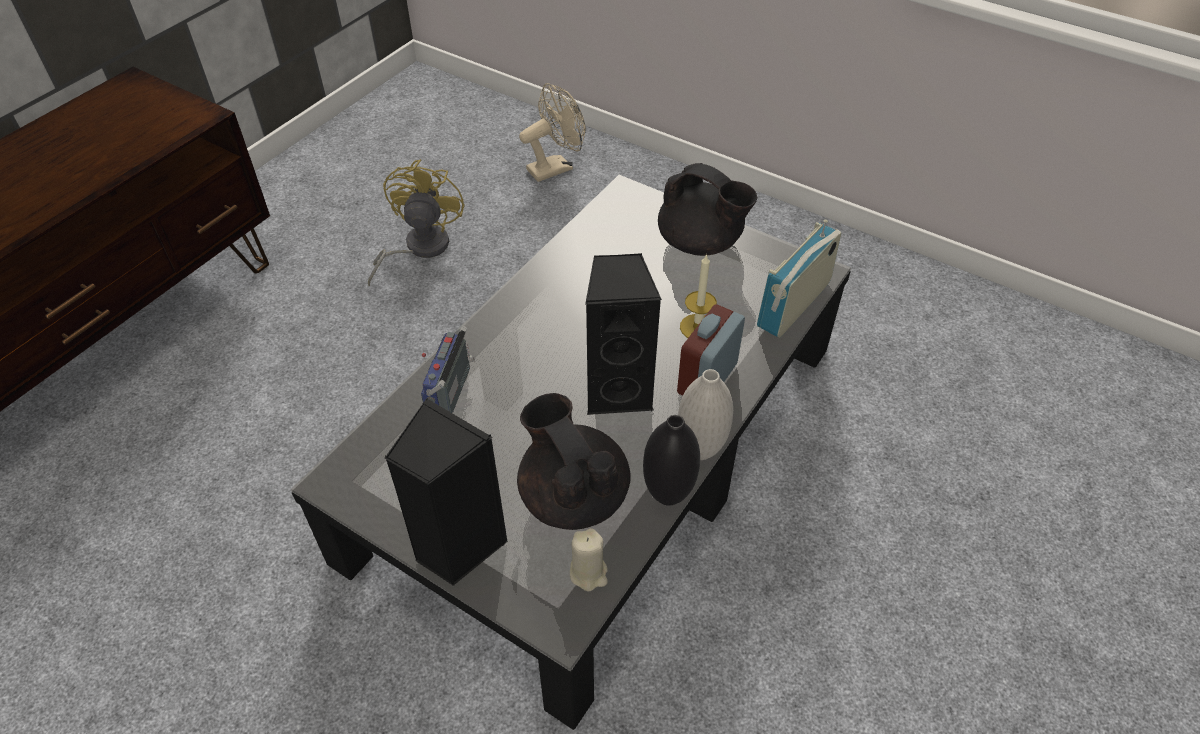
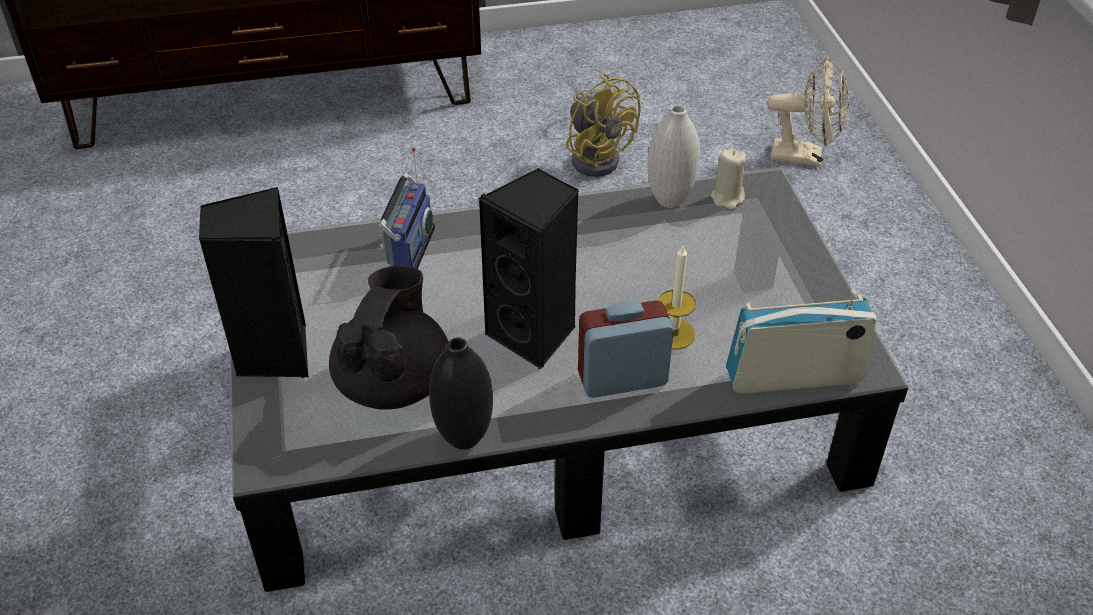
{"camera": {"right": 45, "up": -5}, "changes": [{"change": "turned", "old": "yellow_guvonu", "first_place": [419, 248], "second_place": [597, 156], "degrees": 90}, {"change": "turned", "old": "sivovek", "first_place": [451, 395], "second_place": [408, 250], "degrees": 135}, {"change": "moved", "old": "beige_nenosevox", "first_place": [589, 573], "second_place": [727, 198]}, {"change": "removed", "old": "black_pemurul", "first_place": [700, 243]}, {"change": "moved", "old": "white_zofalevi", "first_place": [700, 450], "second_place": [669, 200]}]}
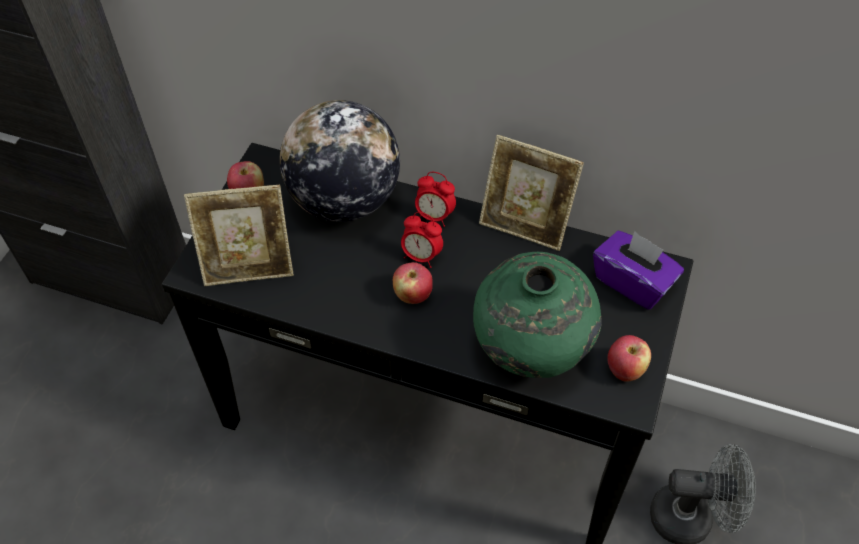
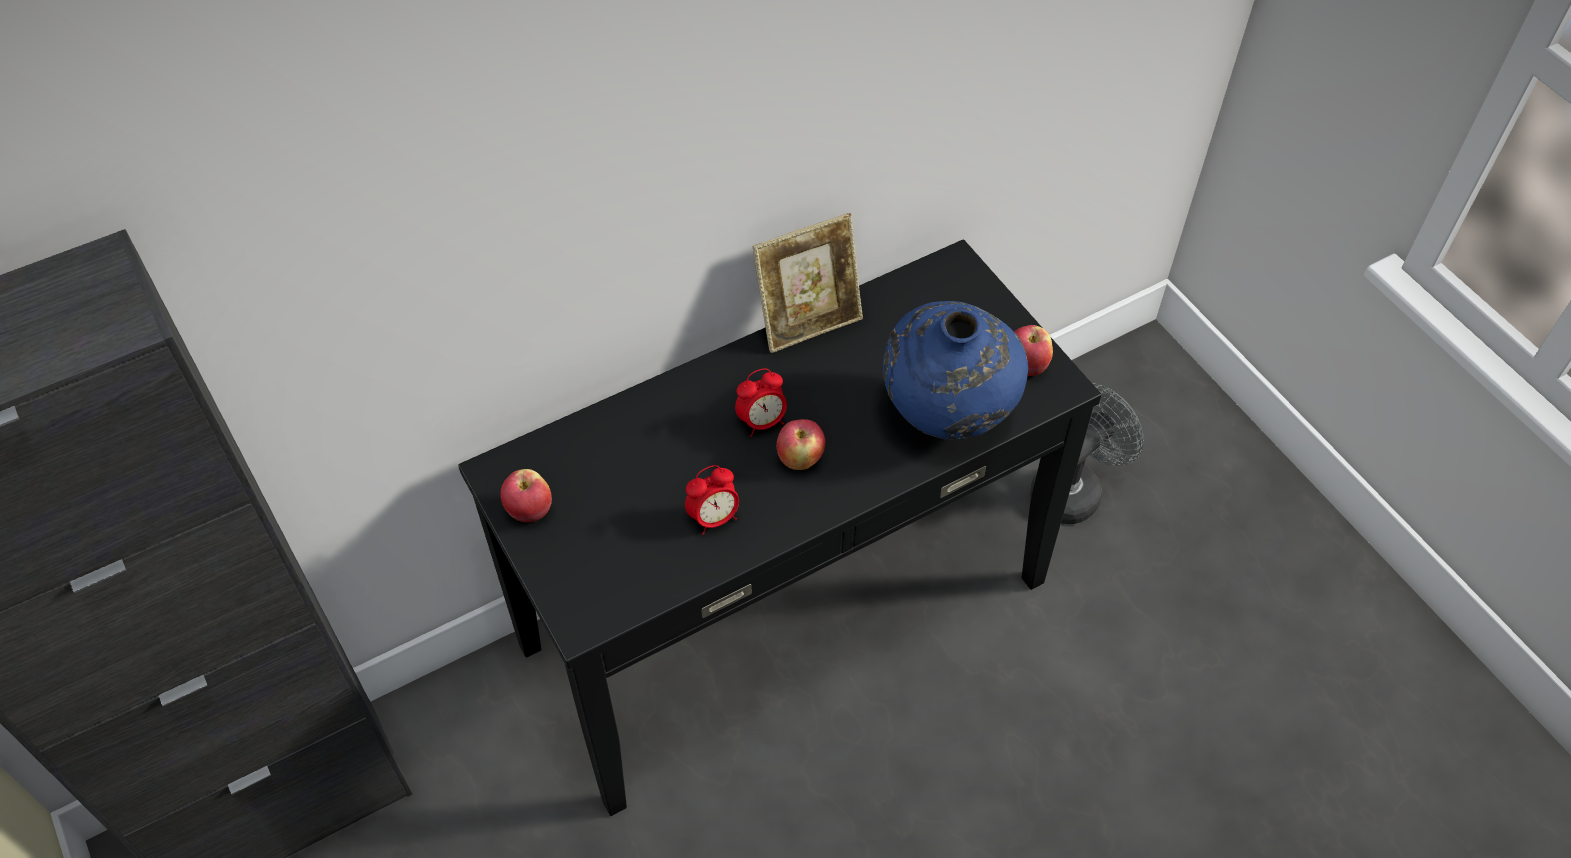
{"camera": {"right": -50, "up": 0}, "changes": [{"change": "removed", "old": "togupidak", "first_place": [249, 267]}, {"change": "removed", "old": "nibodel", "first_place": [344, 200]}, {"change": "moved", "old": "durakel", "first_place": [434, 216], "second_place": [714, 518]}, {"change": "recoloured", "old": "green_zofalevi", "new": "blue_zofalevi", "first_place": [531, 352], "second_place": [948, 416]}, {"change": "removed", "old": "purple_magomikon", "first_place": [633, 282]}]}
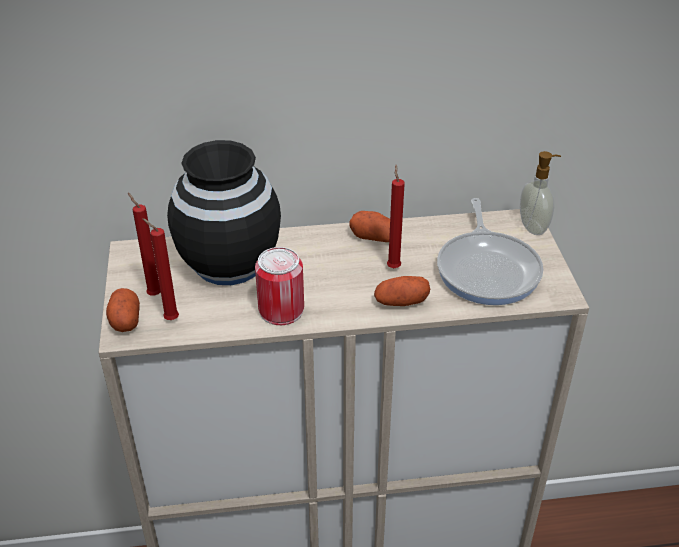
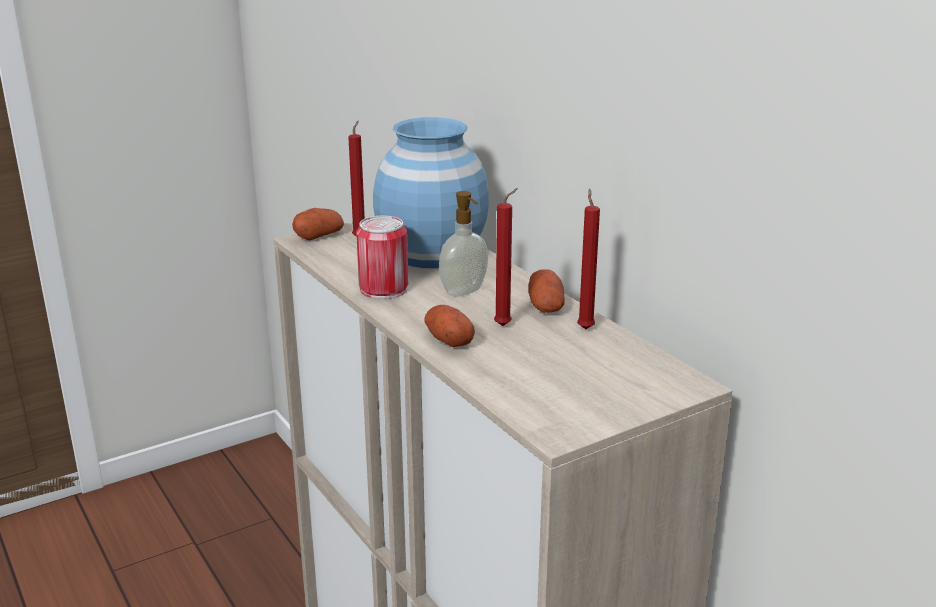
{"camera": {"right": 65, "up": -15}, "changes": [{"change": "moved", "old": "red_nenosevox", "first_place": [169, 319], "second_place": [585, 328]}, {"change": "recoloured", "old": "black_zofalevi", "new": "blue_zofalevi", "first_place": [229, 262], "second_place": [432, 254]}, {"change": "removed", "old": "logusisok", "first_place": [488, 269]}, {"change": "moved", "old": "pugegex", "first_place": [534, 227], "second_place": [464, 292]}]}
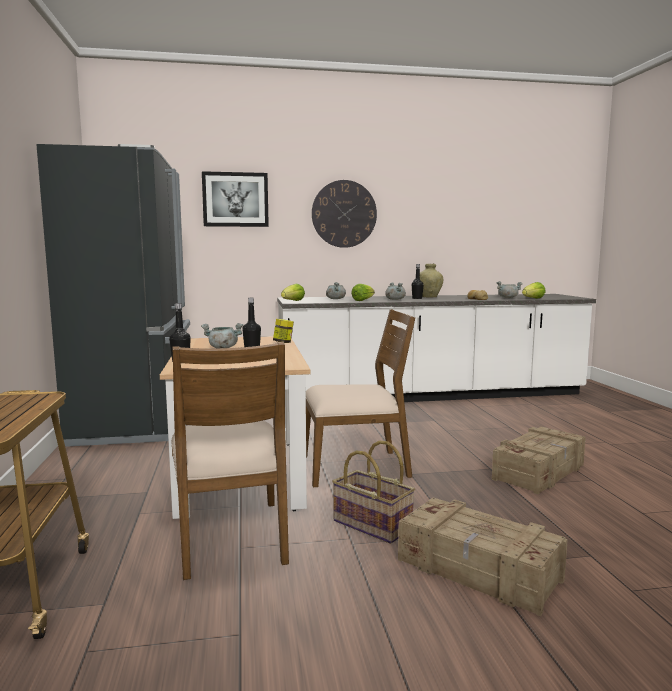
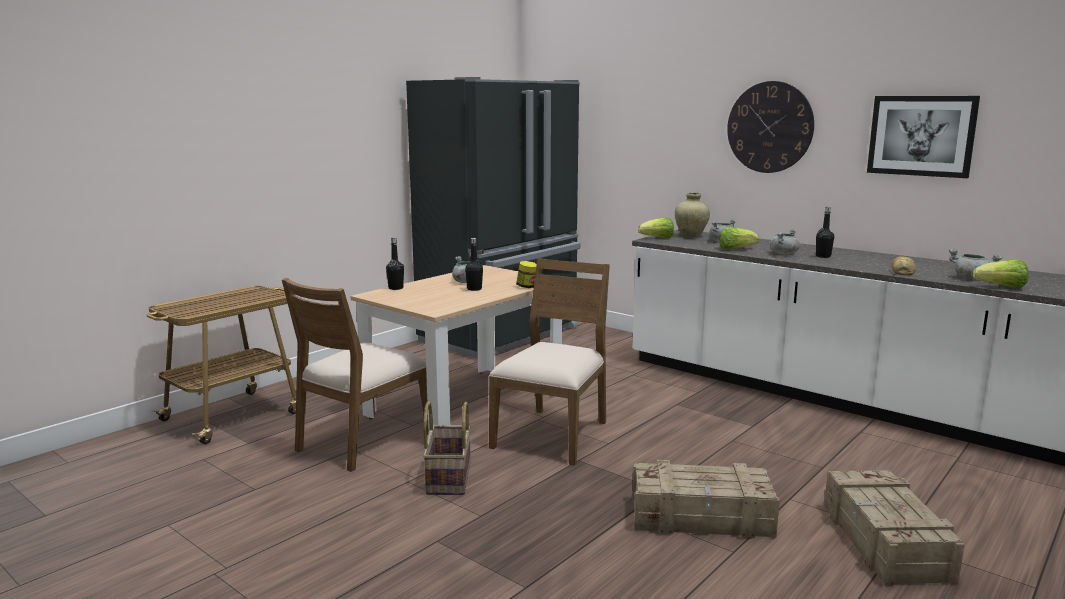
{"camera": {"right": 50, "up": 5}, "changes": [{"change": "moved", "old": "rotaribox", "first_place": [235, 199], "second_place": [921, 136]}, {"change": "turned", "old": "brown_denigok", "first_place": [355, 467], "second_place": [553, 434], "degrees": -105}, {"change": "moved", "old": "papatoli", "first_place": [479, 571], "second_place": [884, 543]}, {"change": "moved", "old": "beige_zofalevi", "first_place": [429, 297], "second_place": [690, 236]}]}
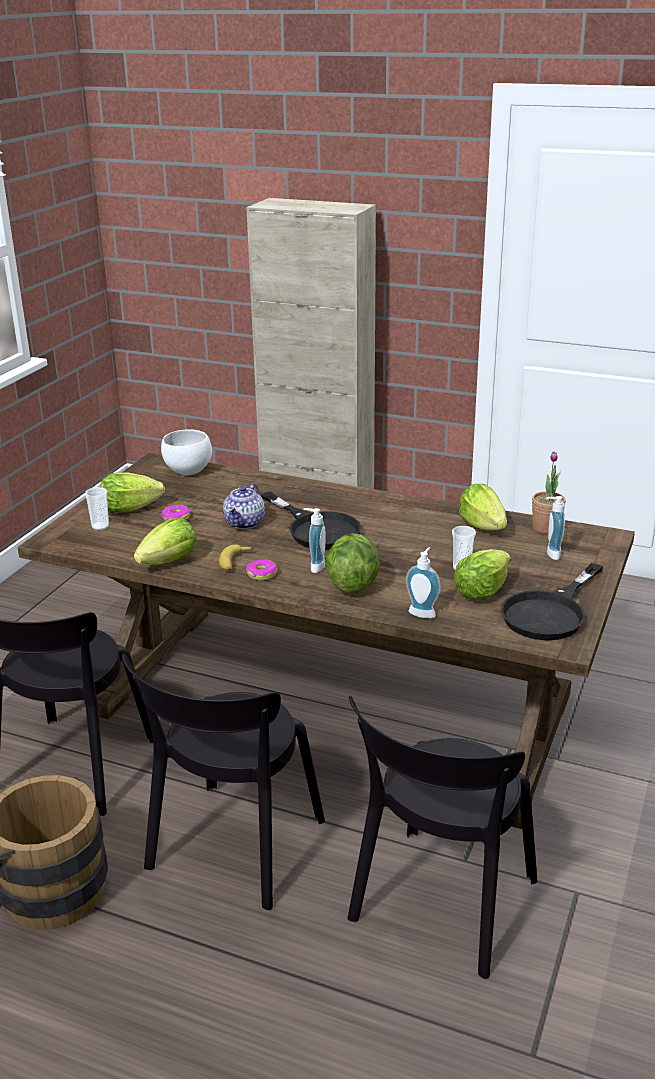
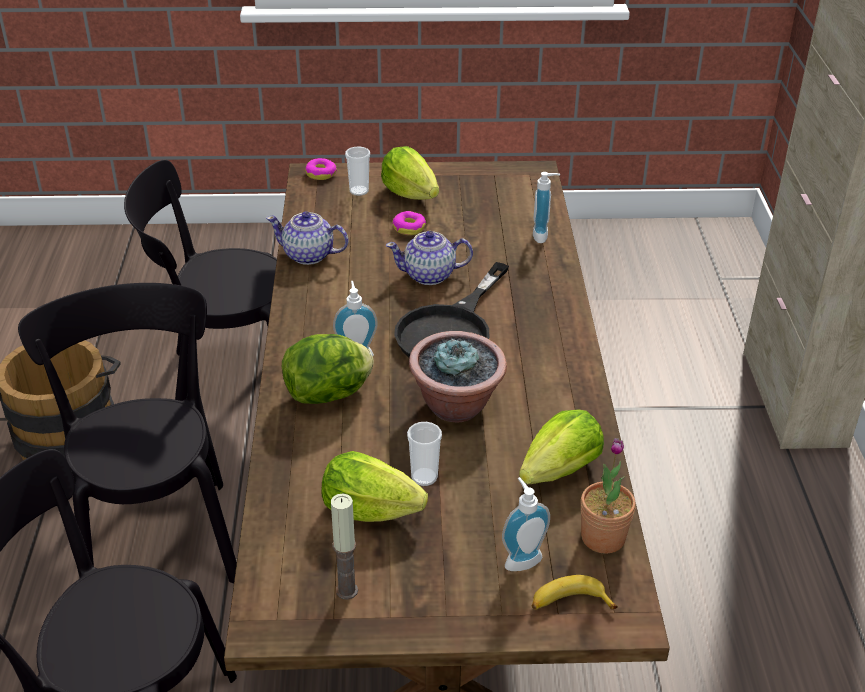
{"camera": {"right": 65, "up": 10}, "changes": [{"change": "turned", "old": "black_denigok", "first_place": [232, 849], "second_place": [157, 537], "degrees": 75}, {"change": "replaced", "old": "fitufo", "new": "pemurul", "first_place": [169, 562], "second_place": [309, 255]}, {"change": "removed", "old": "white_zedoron", "first_place": [188, 471]}, {"change": "moved", "old": "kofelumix", "first_place": [234, 562], "second_place": [569, 603]}, {"change": "moved", "old": "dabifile", "first_place": [262, 574], "second_place": [321, 174]}, {"change": "moved", "old": "pugegex", "first_place": [423, 612], "second_place": [543, 235]}, {"change": "replaced", "old": "black_logusisok", "new": "nenosevox", "first_place": [550, 612], "second_place": [347, 590]}, {"change": "added", "new": "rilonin", "second_place": [457, 406]}]}
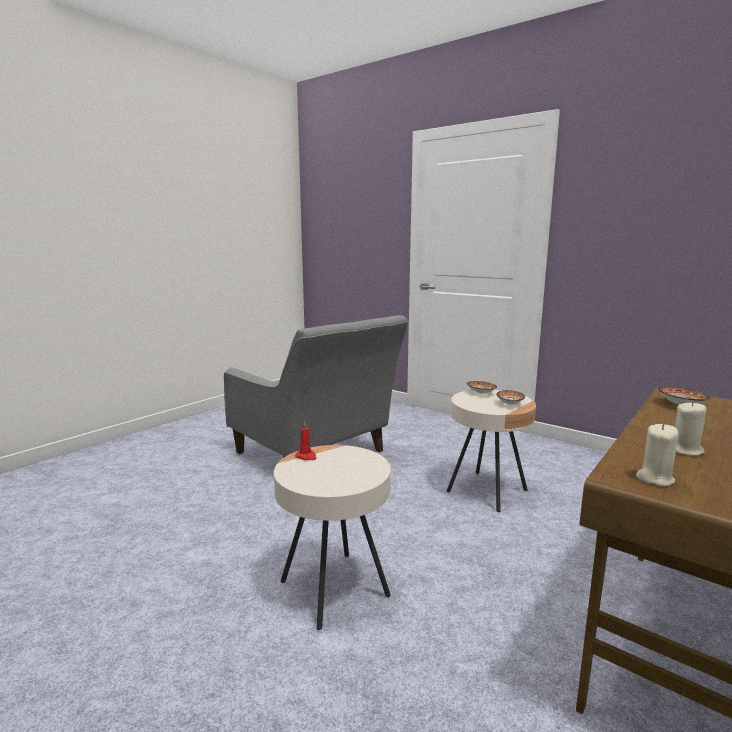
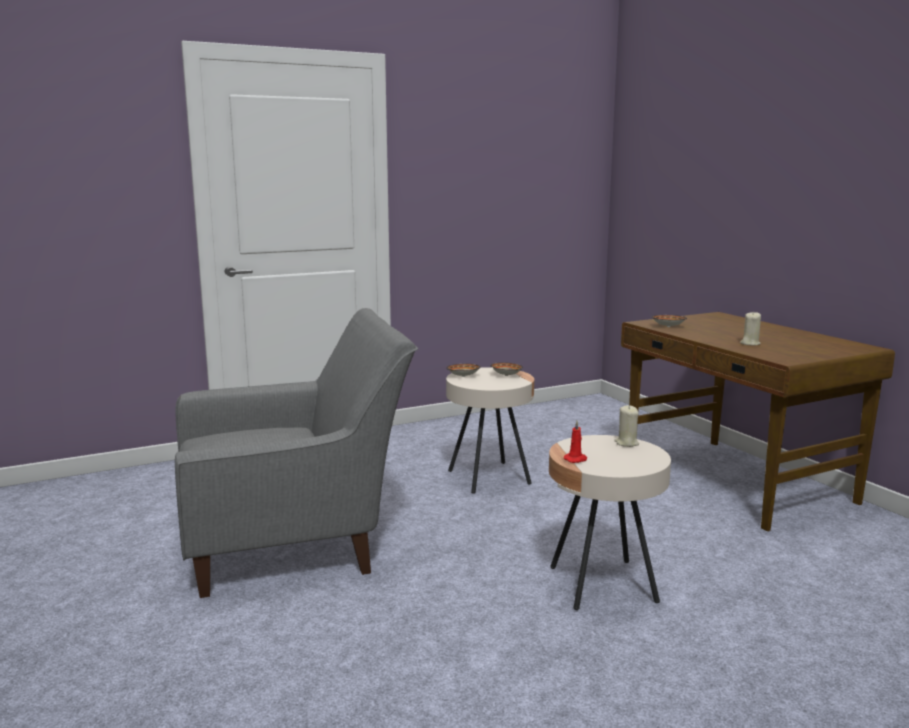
{"camera": {"right": -65, "up": 0}, "changes": [{"change": "moved", "old": "beige_nenosevox", "first_place": [654, 479], "second_place": [626, 443]}]}
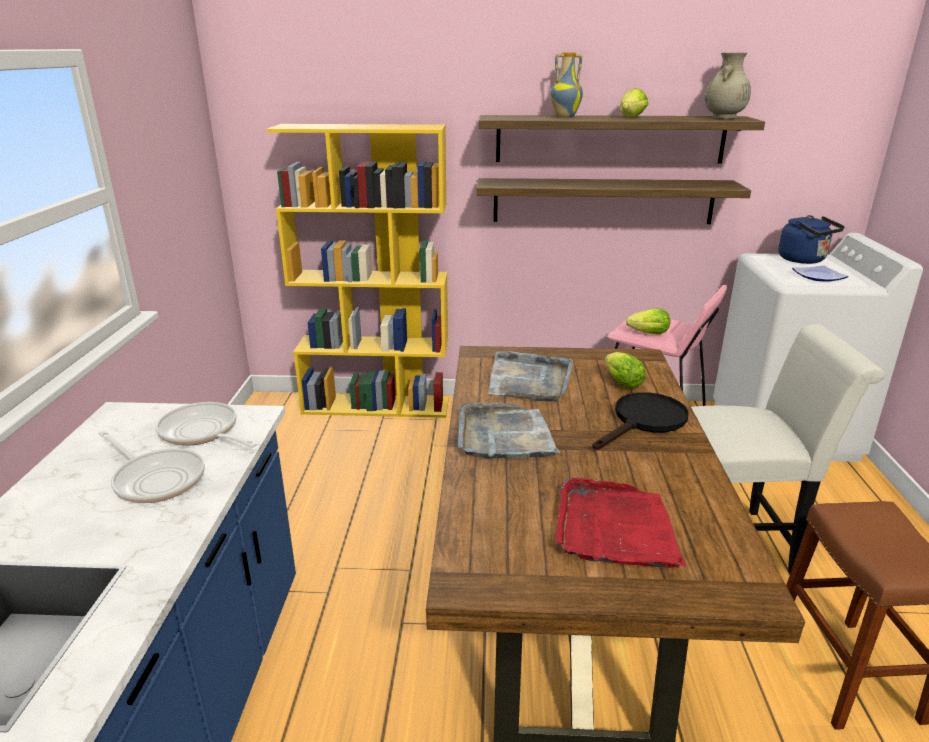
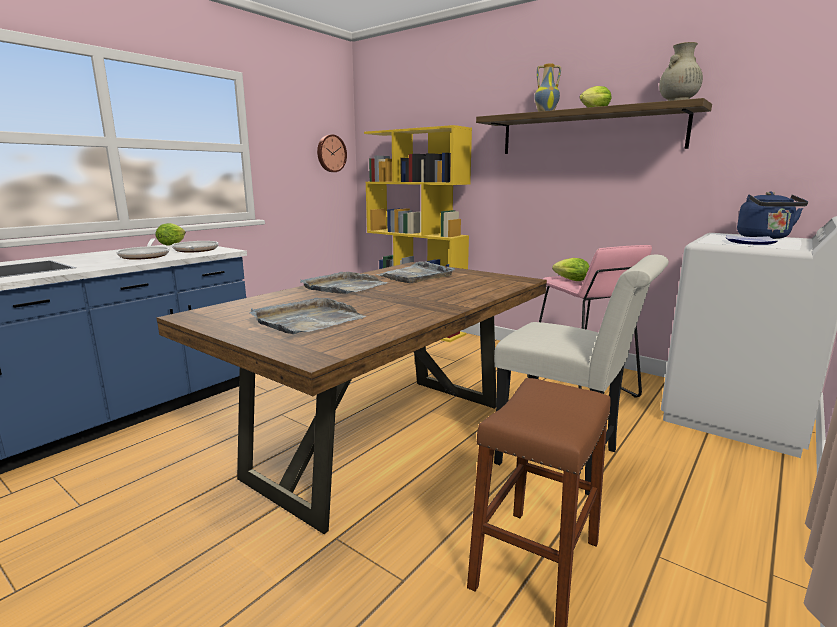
{"camera": {"right": 35, "up": -10}, "changes": [{"change": "removed", "old": "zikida", "first_place": [603, 201]}, {"change": "recoloured", "old": "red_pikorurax", "new": "grey_pikorurax", "first_place": [614, 528], "second_place": [307, 320]}, {"change": "removed", "old": "black_logusisok", "first_place": [644, 421]}, {"change": "moved", "old": "fitufo", "first_place": [620, 382], "second_place": [173, 244]}, {"change": "added", "new": "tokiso", "second_place": [330, 153]}]}
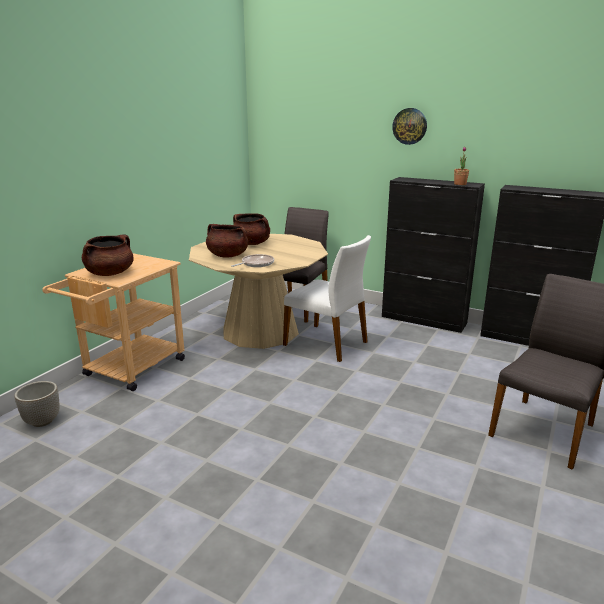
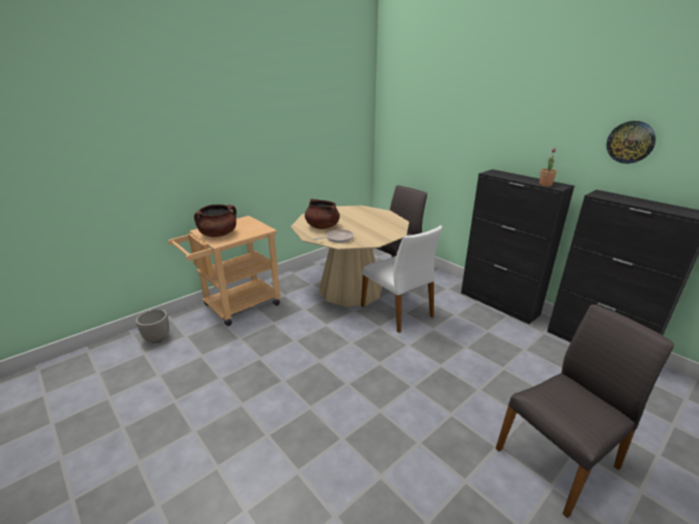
{"camera": {"right": 20, "up": 5}, "changes": [{"change": "removed", "old": "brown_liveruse", "first_place": [251, 243]}, {"change": "moved", "old": "tokiso", "first_place": [409, 126], "second_place": [630, 142]}]}
